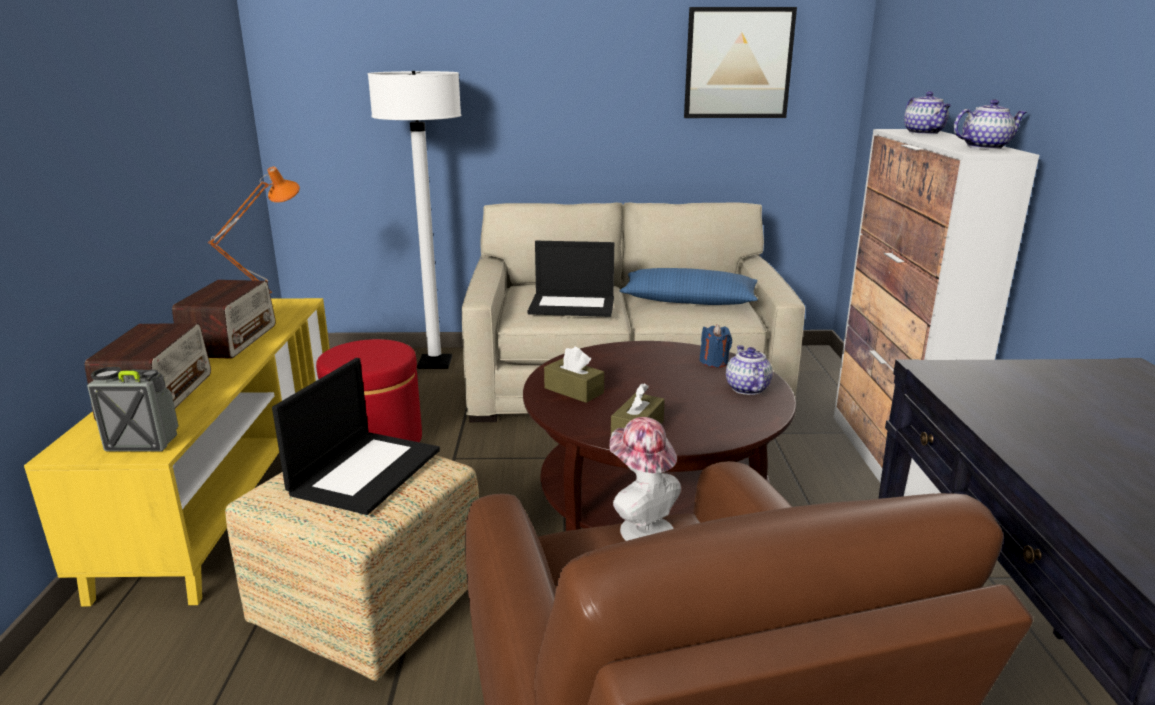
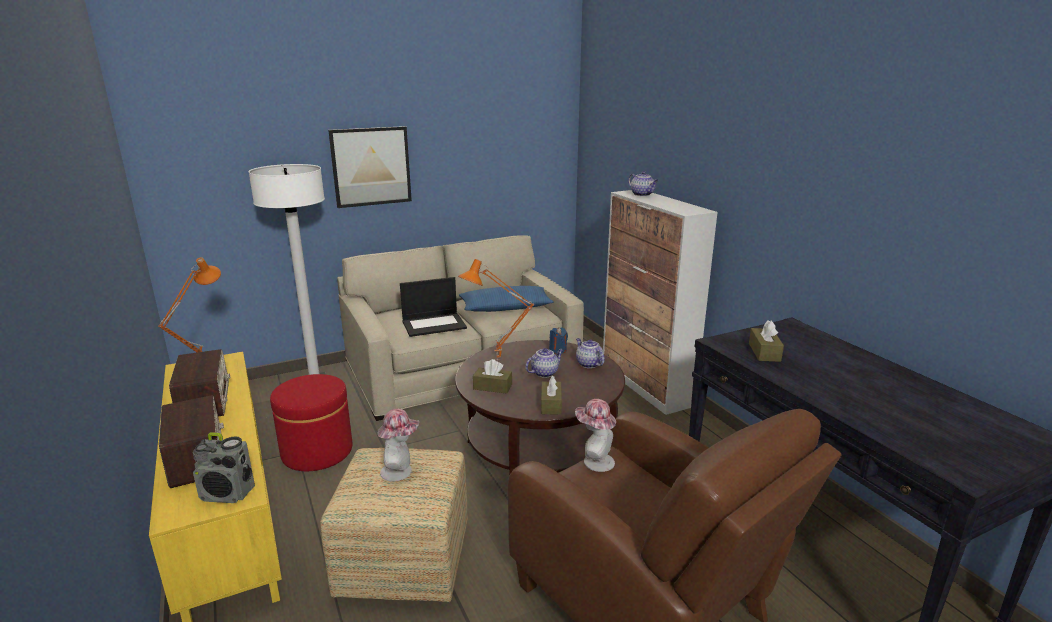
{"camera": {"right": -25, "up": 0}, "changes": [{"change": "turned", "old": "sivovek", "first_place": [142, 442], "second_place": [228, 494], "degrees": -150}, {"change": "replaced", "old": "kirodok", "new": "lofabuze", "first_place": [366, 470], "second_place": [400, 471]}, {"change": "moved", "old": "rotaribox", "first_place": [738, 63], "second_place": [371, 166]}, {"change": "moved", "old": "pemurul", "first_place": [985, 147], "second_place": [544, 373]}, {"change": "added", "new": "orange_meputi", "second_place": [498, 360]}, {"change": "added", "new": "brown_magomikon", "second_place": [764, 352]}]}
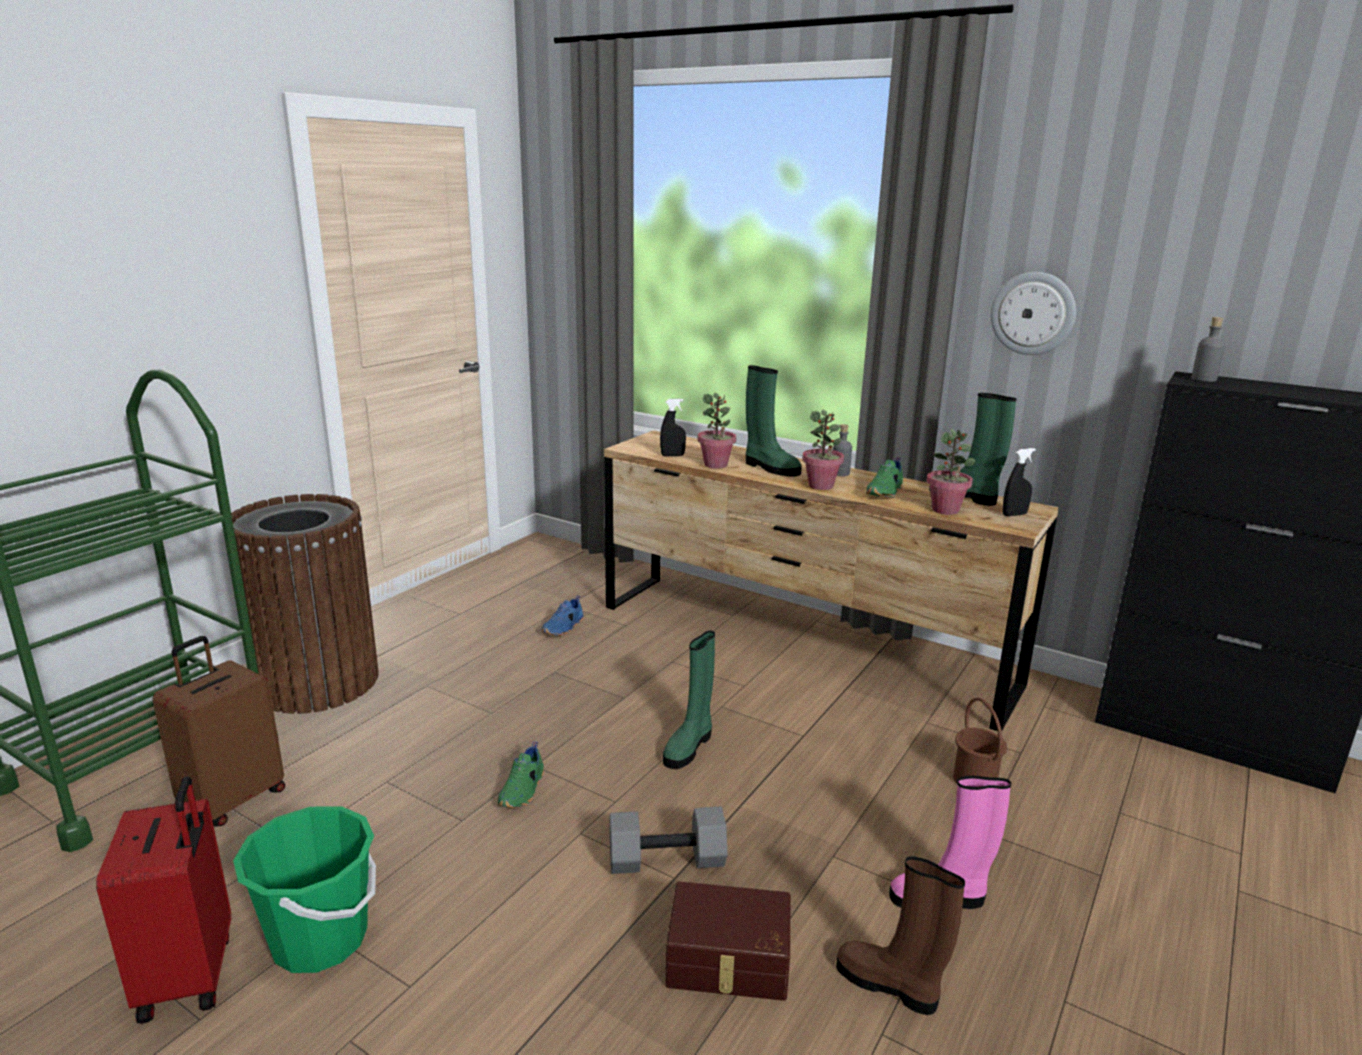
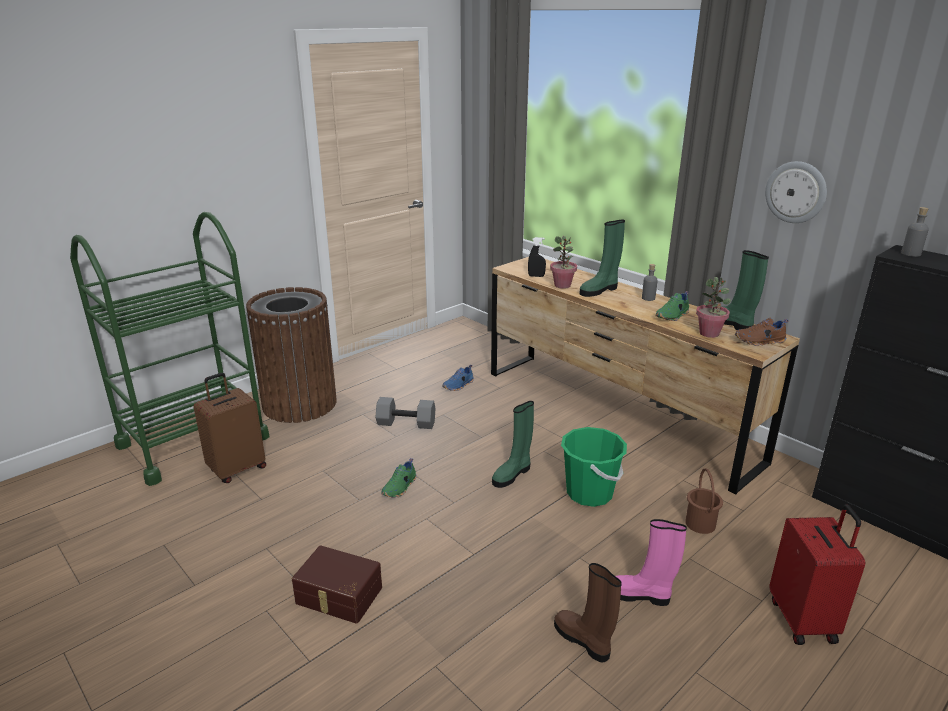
{"camera": {"right": 15, "up": 5}, "changes": [{"change": "moved", "old": "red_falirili", "first_place": [190, 975], "second_place": [804, 620]}, {"change": "moved", "old": "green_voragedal", "first_place": [320, 939], "second_place": [589, 493]}, {"change": "moved", "old": "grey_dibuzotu", "first_place": [667, 859], "second_place": [407, 423]}, {"change": "moved", "old": "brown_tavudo", "first_place": [728, 962], "second_place": [338, 596]}, {"change": "turned", "old": "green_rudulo", "first_place": [770, 468], "second_place": [599, 290], "degrees": 90}, {"change": "removed", "old": "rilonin", "first_place": [821, 486]}, {"change": "replaced", "old": "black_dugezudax", "new": "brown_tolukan", "first_place": [1014, 514], "second_place": [760, 341]}]}
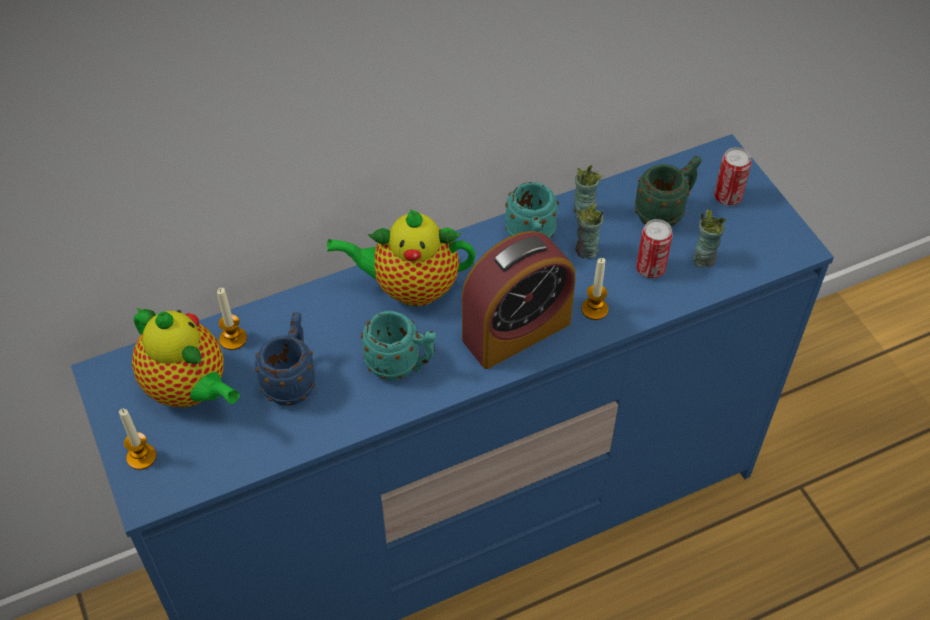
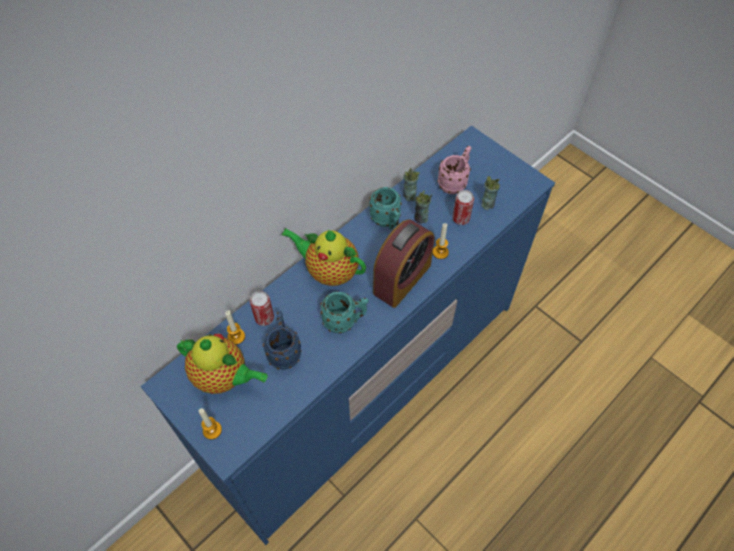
{"camera": {"right": -20, "up": 5}, "changes": [{"change": "turned", "old": "pemurul", "first_place": [410, 287], "second_place": [329, 271], "degrees": 45}, {"change": "recoloured", "old": "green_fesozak", "new": "pink_fesozak", "first_place": [665, 212], "second_place": [454, 182]}, {"change": "moved", "old": "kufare", "first_place": [727, 197], "second_place": [264, 318]}]}
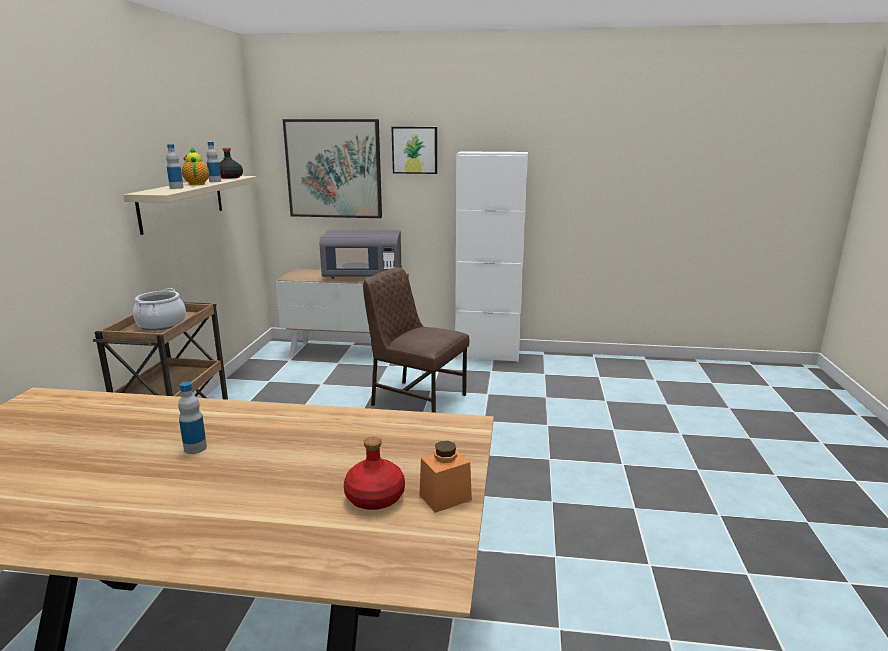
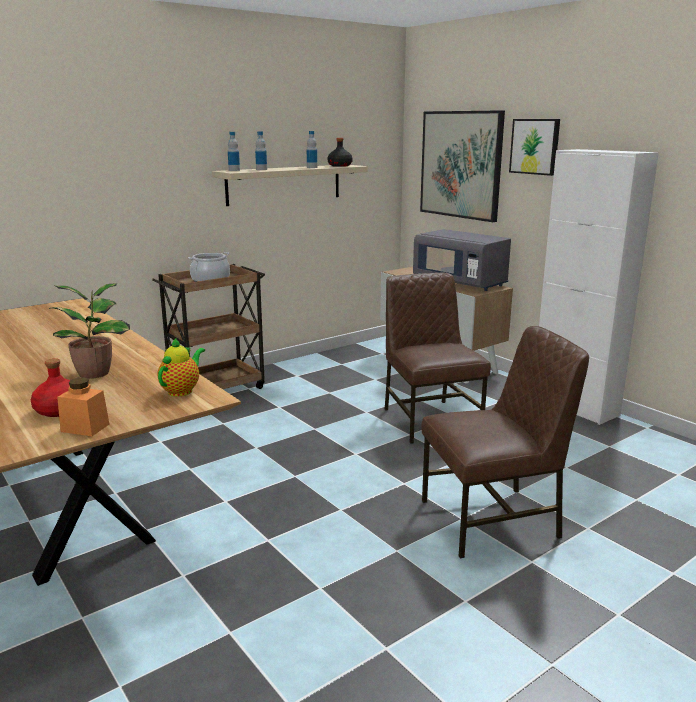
{"camera": {"right": 45, "up": 0}, "changes": [{"change": "moved", "old": "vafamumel", "first_place": [195, 448], "second_place": [234, 170]}, {"change": "moved", "old": "pemurul", "first_place": [197, 184], "second_place": [182, 390]}, {"change": "added", "new": "rilonin", "second_place": [96, 373]}, {"change": "added", "new": "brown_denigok", "second_place": [492, 520]}]}
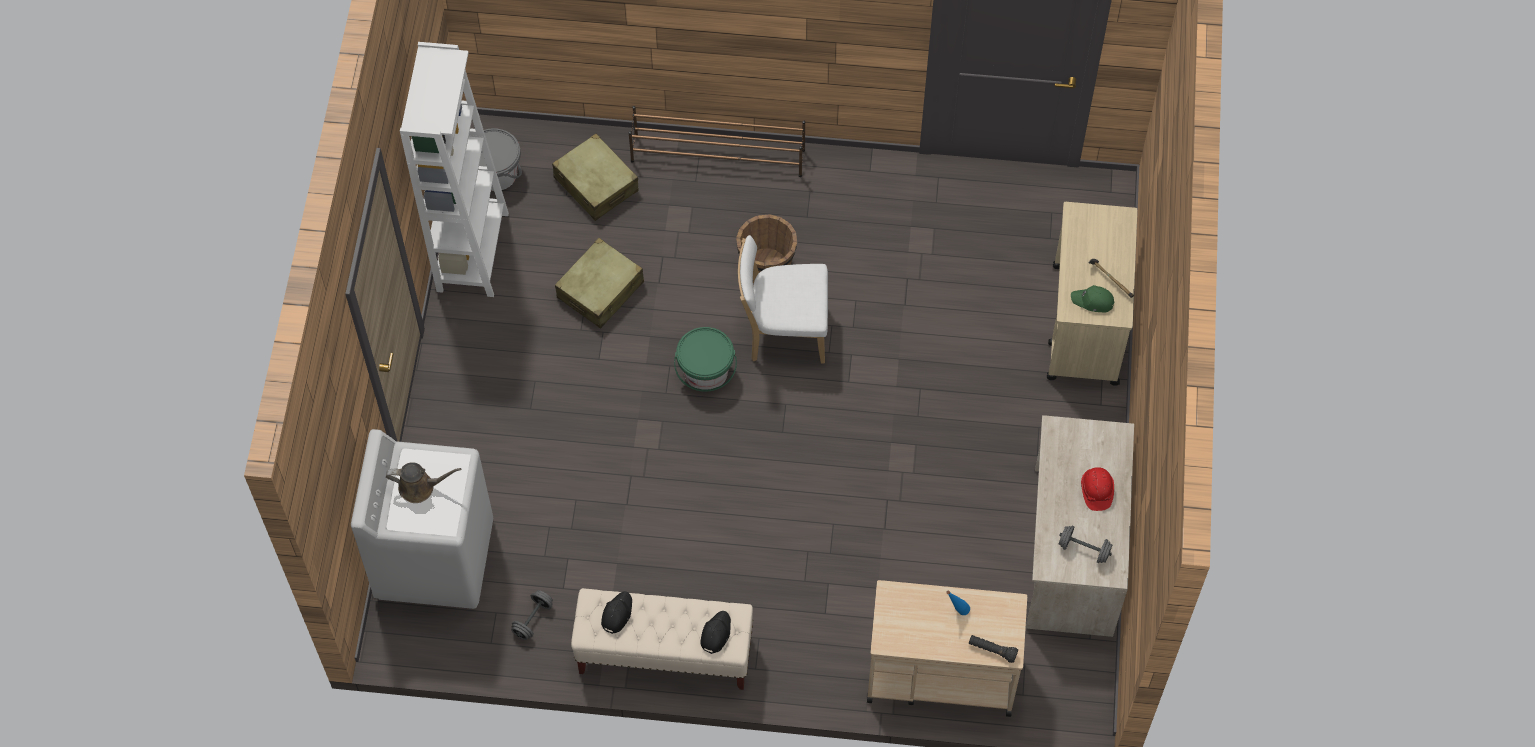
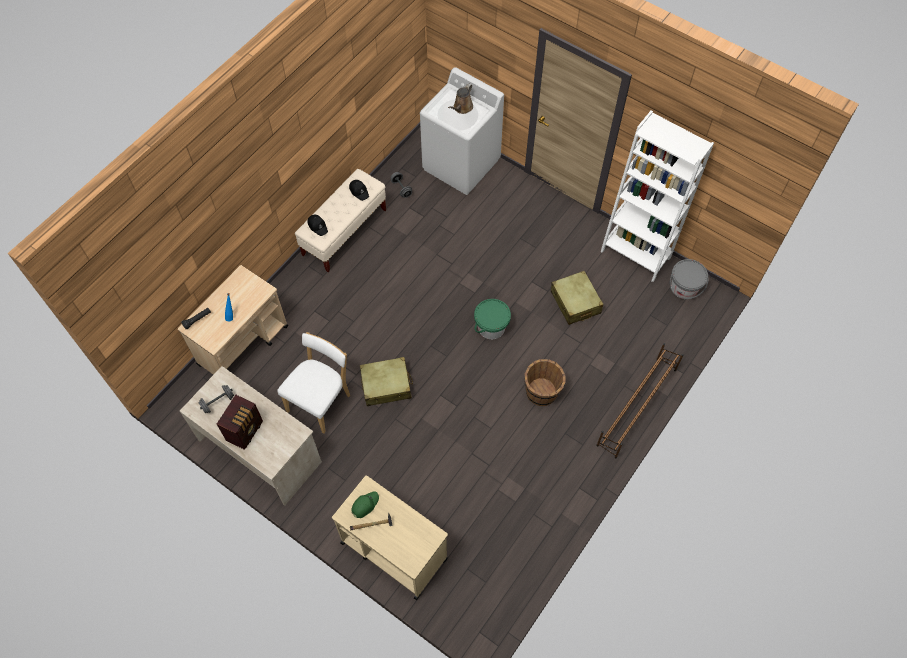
{"camera": {"right": 120, "up": 0}, "changes": [{"change": "moved", "old": "beige_falirili", "first_place": [596, 184], "second_place": [386, 385]}, {"change": "moved", "old": "white_denigok", "first_place": [783, 332], "second_place": [321, 401]}, {"change": "replaced", "old": "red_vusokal", "new": "sivovek", "first_place": [1096, 491], "second_place": [245, 430]}]}
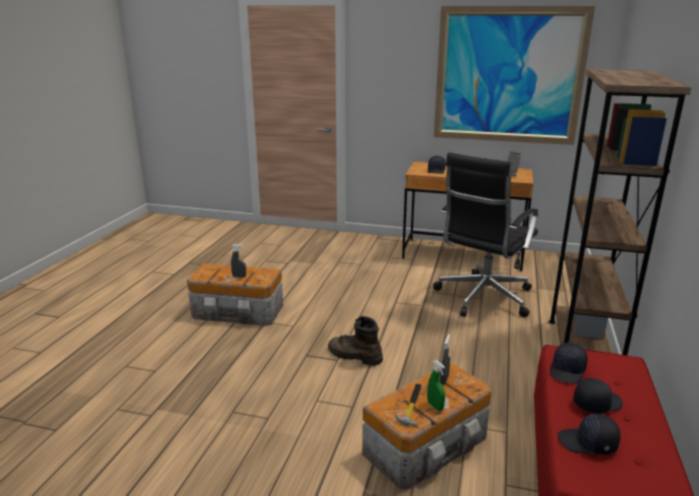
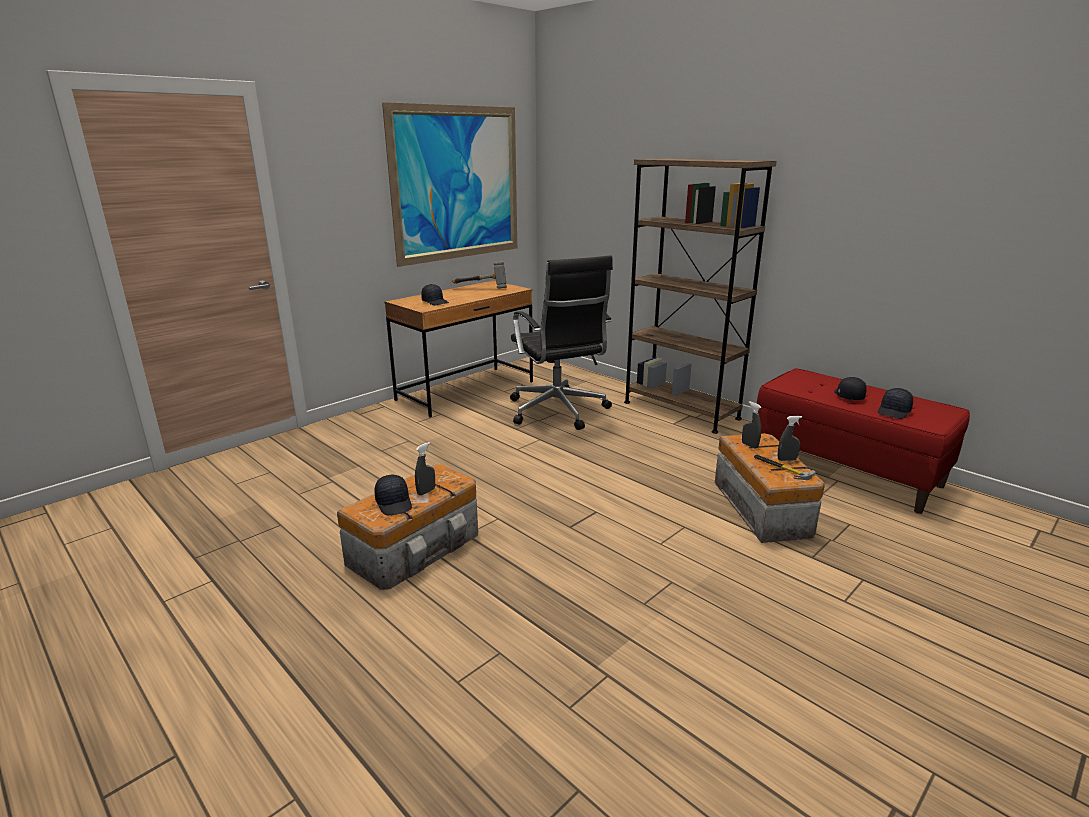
{"camera": {"right": -60, "up": 0}, "changes": [{"change": "removed", "old": "brown_rudulo", "first_place": [354, 356]}, {"change": "recoloured", "old": "green_dugezudax", "new": "grey_dugezudax", "first_place": [435, 406], "second_place": [787, 460]}, {"change": "moved", "old": "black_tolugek", "first_place": [568, 371], "second_place": [394, 503]}]}
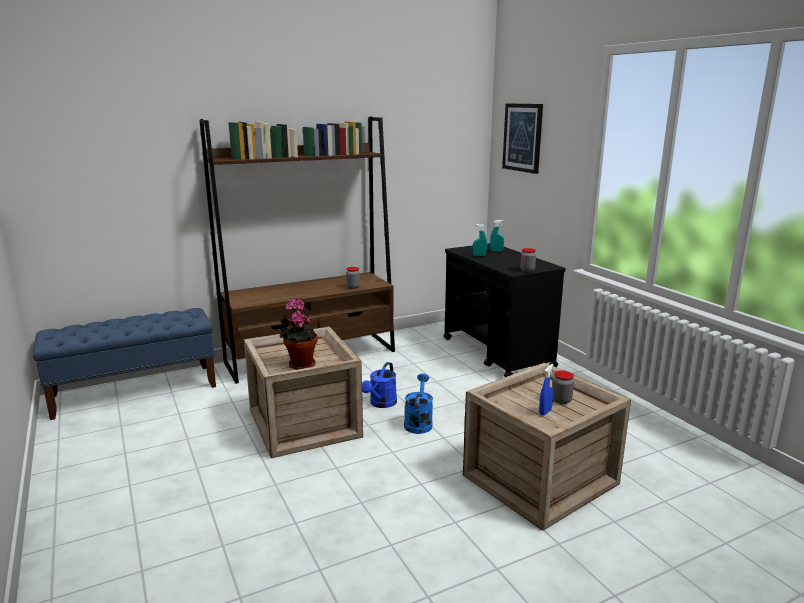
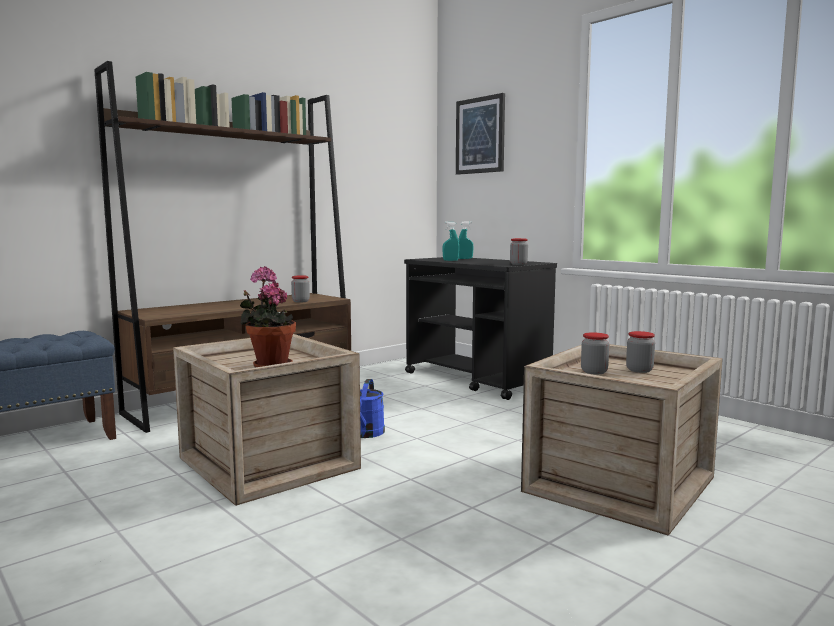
{"camera": {"right": -15, "up": -10}, "changes": [{"change": "removed", "old": "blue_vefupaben", "first_place": [418, 422]}, {"change": "removed", "old": "blue_dugezudax", "first_place": [545, 412]}, {"change": "added", "new": "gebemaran", "second_place": [594, 372]}]}
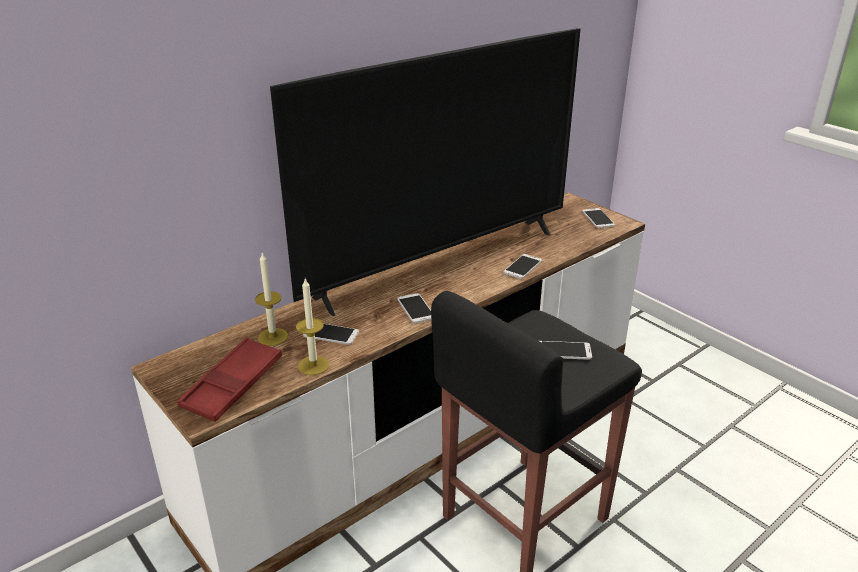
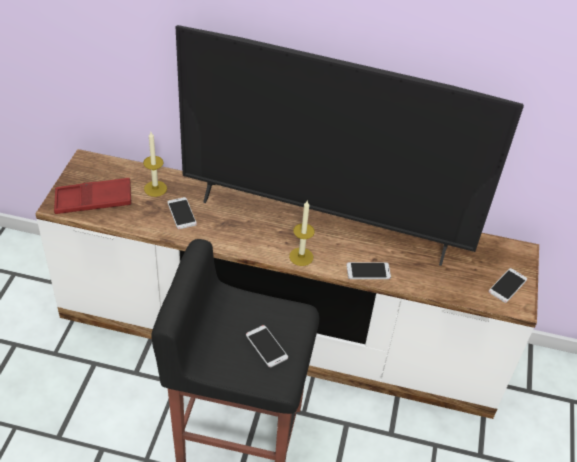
{"camera": {"right": 50, "up": 15}, "changes": [{"change": "moved", "old": "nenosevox", "first_place": [313, 365], "second_place": [301, 256]}, {"change": "removed", "old": "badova", "first_place": [416, 308]}]}
